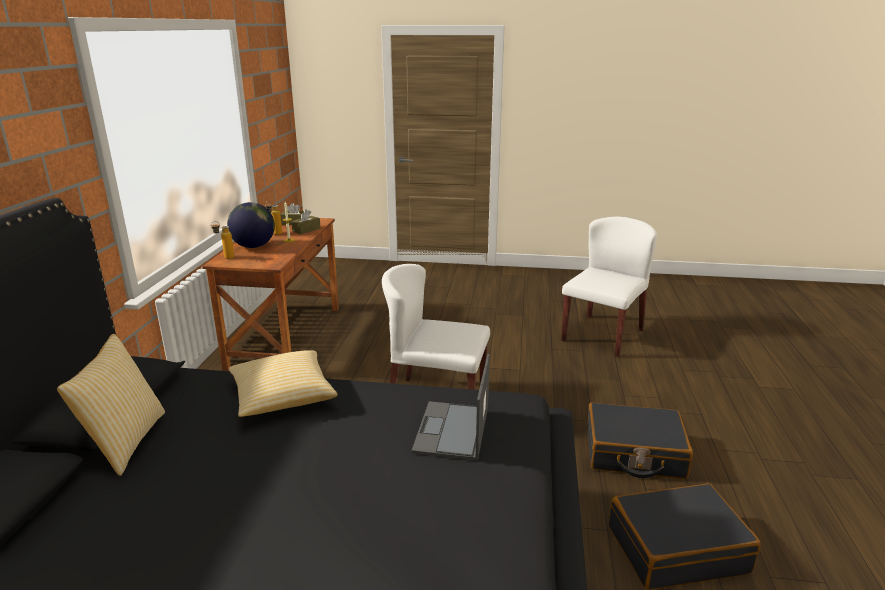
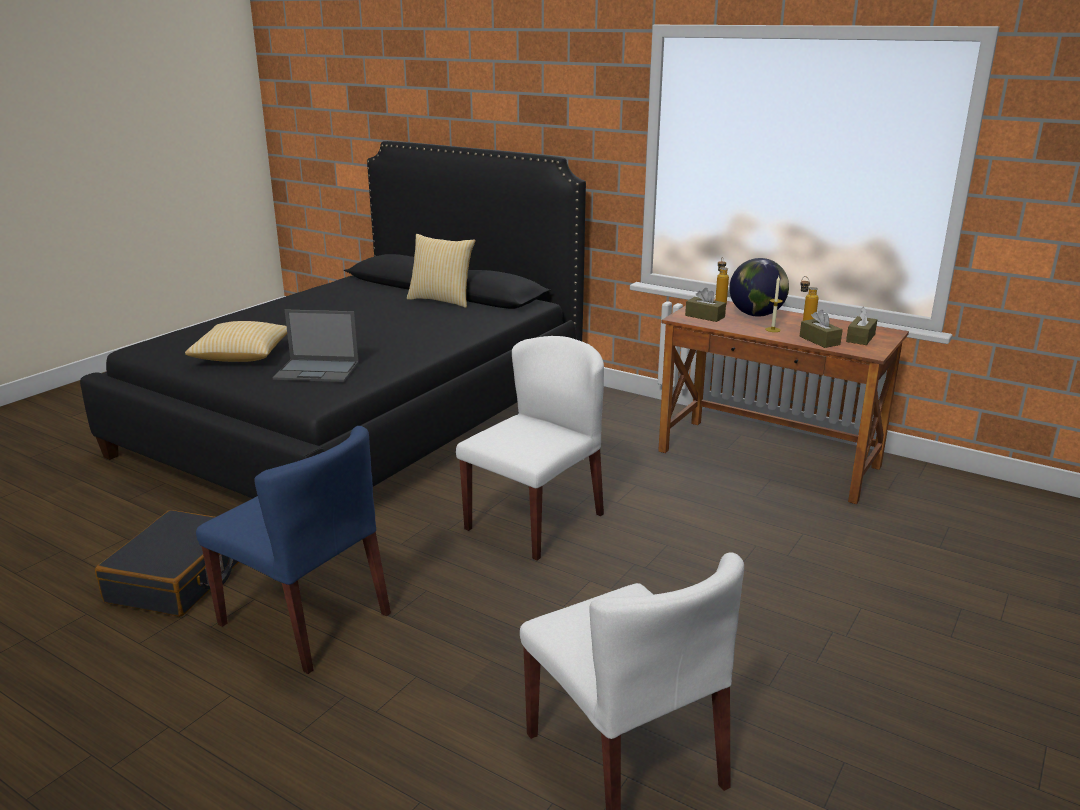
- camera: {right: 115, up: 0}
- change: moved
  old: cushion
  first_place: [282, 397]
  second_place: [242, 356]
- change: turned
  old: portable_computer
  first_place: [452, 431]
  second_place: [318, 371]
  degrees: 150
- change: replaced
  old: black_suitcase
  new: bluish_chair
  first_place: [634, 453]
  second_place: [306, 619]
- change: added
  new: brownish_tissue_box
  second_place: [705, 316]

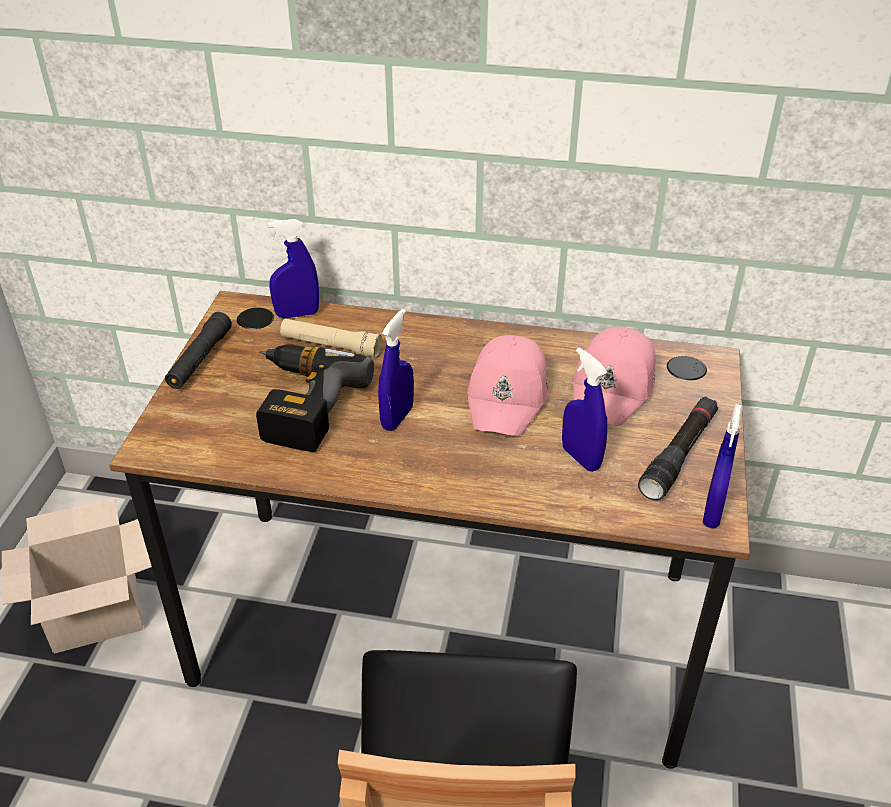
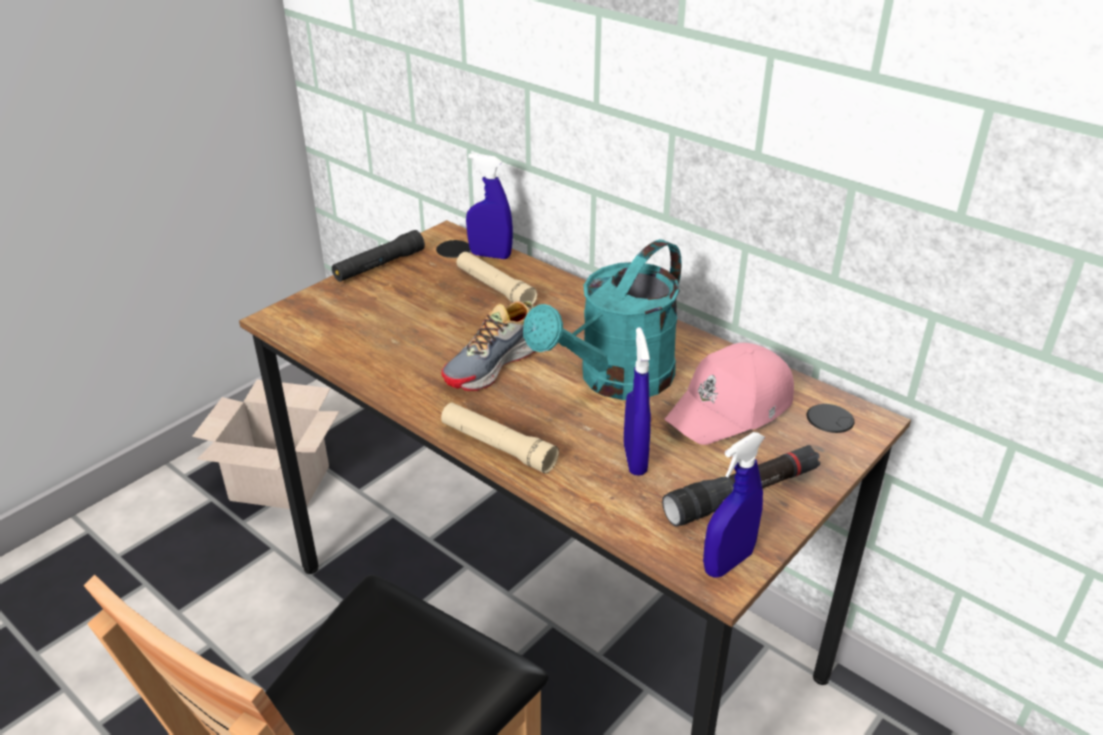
- camera: {right: 30, up: -5}
- change: replaced
  old: bluish_sprayer
  new: shoe
  first_place: [397, 418]
  second_place: [495, 364]
- change: replaced
  old: pink_cap
  new: turquoise_watering_pot
  first_place: [508, 396]
  second_place: [615, 381]
- change: removed
  old: drill
  first_place: [299, 404]
- change: added
  new: sand-coloured_torch
  second_place: [497, 446]

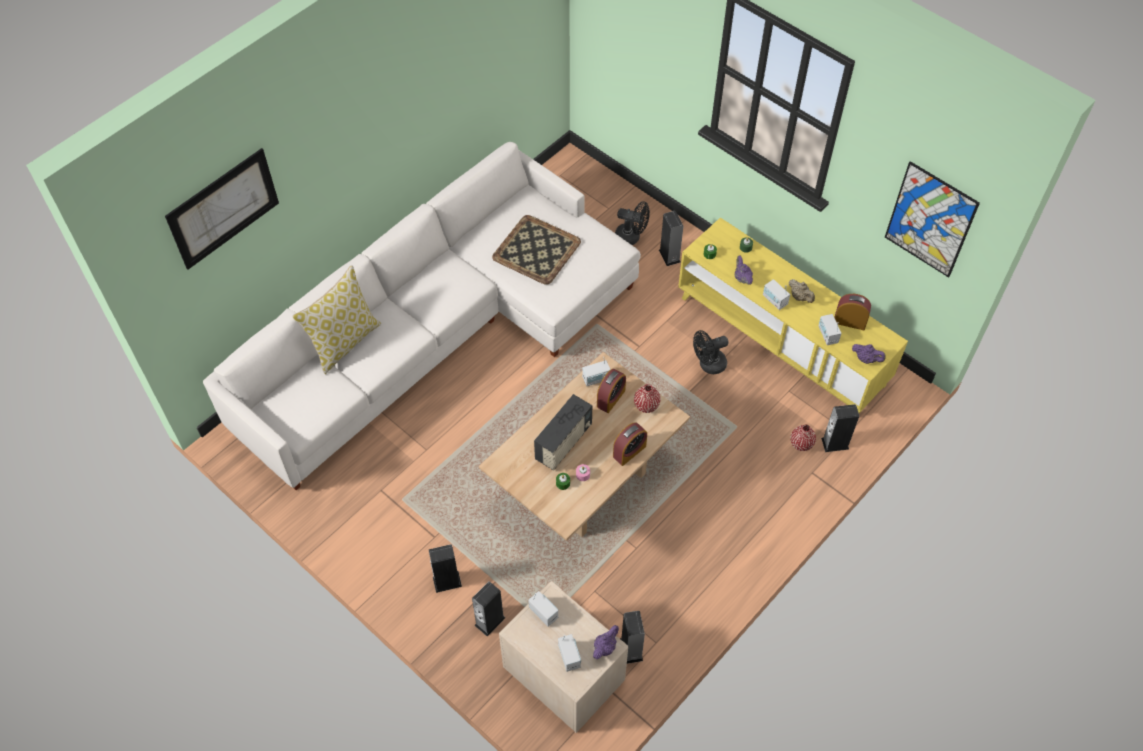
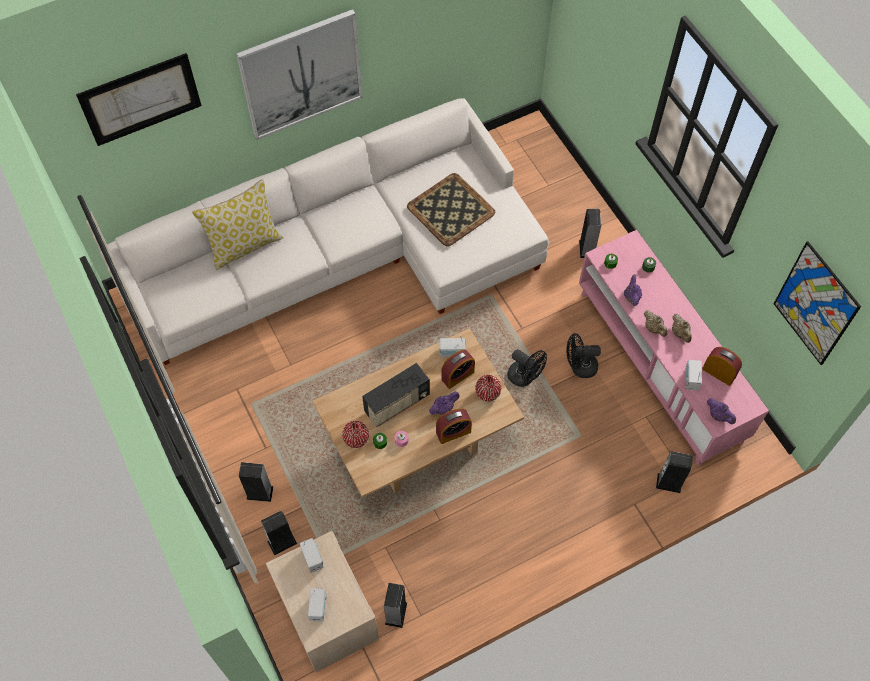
- camera: {right: 20, up: 5}
- change: moved
  old: black_fan
  first_place: [631, 237]
  second_place: [525, 377]
- change: recoloured
  old: yellow-coloured_tv_stand
  new: pink_tv_stand
  first_place: [781, 340]
  second_place: [659, 365]
- change: replaced
  old: radio
  new: sand-coloured_tea_pot
  first_place: [774, 300]
  second_place: [654, 328]
- change: moved
  old: red_decorative_vase
  first_place: [801, 444]
  second_place: [356, 439]
- change: moved
  old: purple-coloured_tea_pot
  first_place: [605, 647]
  second_place: [444, 408]
- change: added
  new: wall_picture
  second_place: [301, 74]

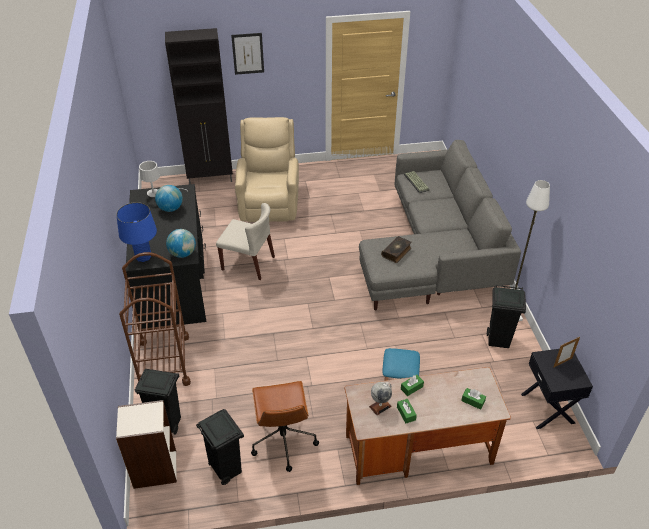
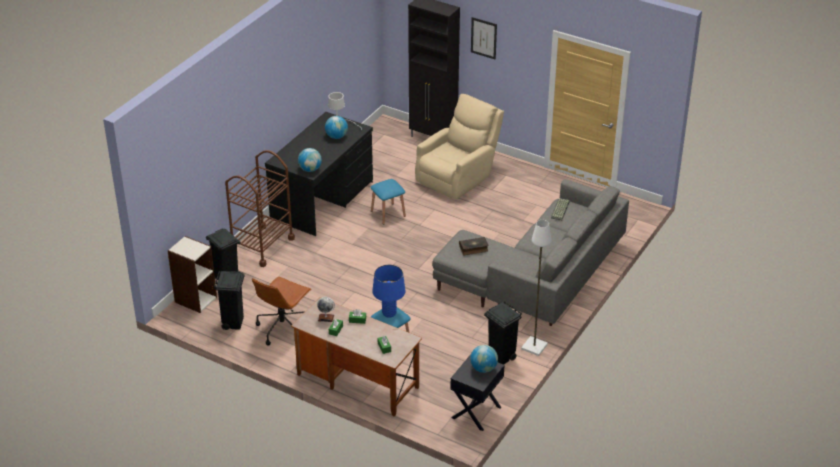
- camera: {right: 40, up: -5}
- change: moved
  old: bluish_table_lamp
  first_place: [143, 257]
  second_place: [389, 313]
- change: replaced
  old: sand-coloured_chair
  new: bluish_stool_seat
  first_place: [248, 263]
  second_place: [388, 213]
- change: replaced
  old: photo_frame
  new: globe
  first_place: [562, 362]
  second_place: [483, 368]

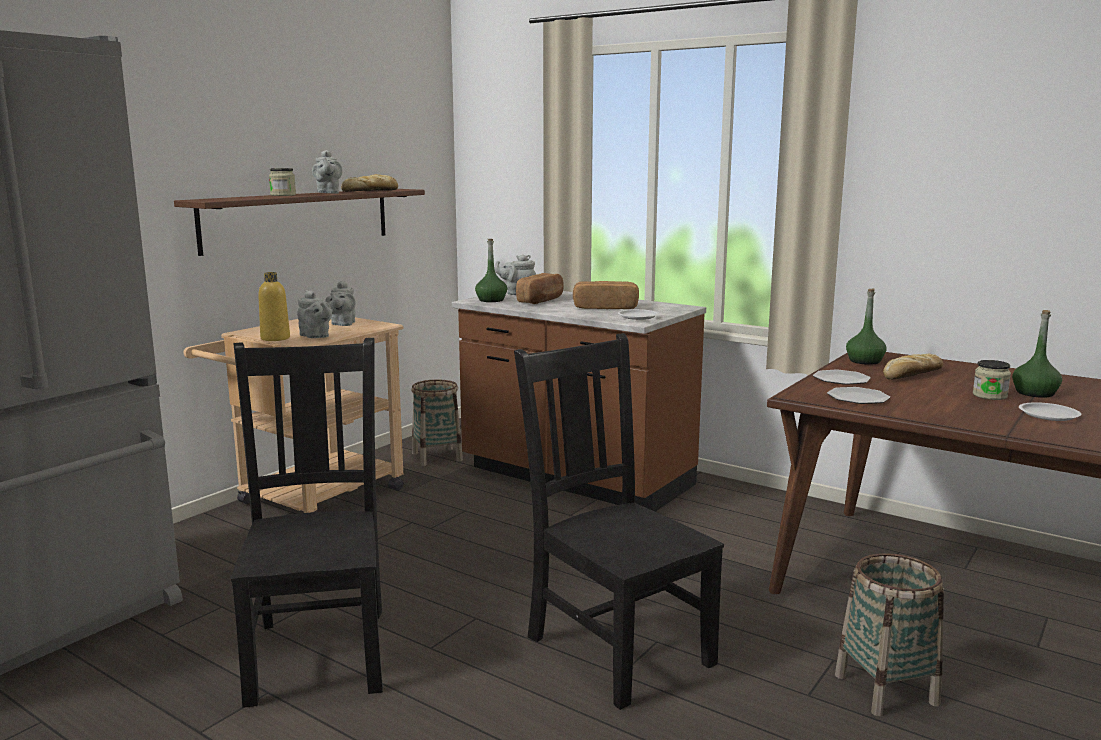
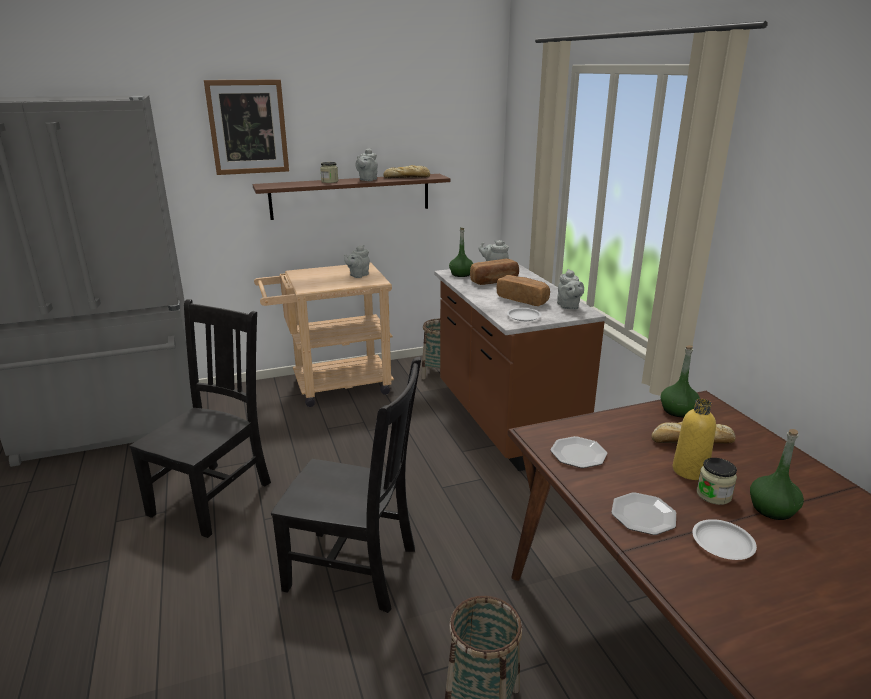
- camera: {right: 35, up: 10}
- change: moved
  old: yellow-coloured_beverage_bottle
  first_place: [275, 338]
  second_place: [689, 471]
- change: moved
  old: greyish_tea_pot
  first_place: [315, 336]
  second_place: [568, 306]
- change: turned
  old: black_chair
  first_place: [615, 647]
  second_place: [356, 569]
  degrees: 105
- change: moved
  old: flat_dish
  first_place: [841, 380]
  second_place: [643, 516]
- change: added
  new: wall_picture
  second_place: [248, 127]

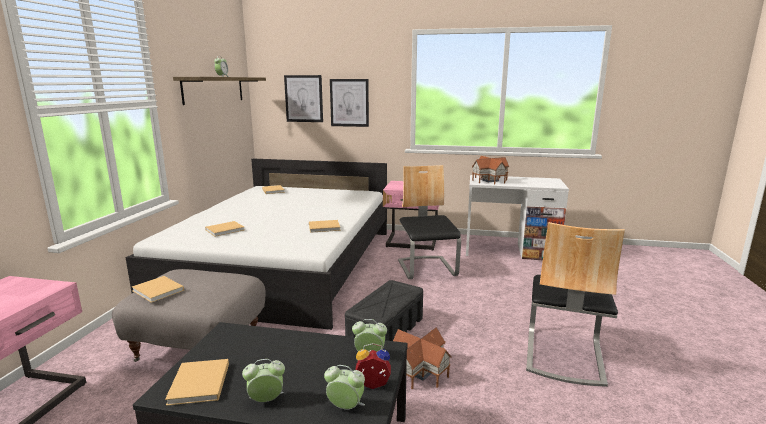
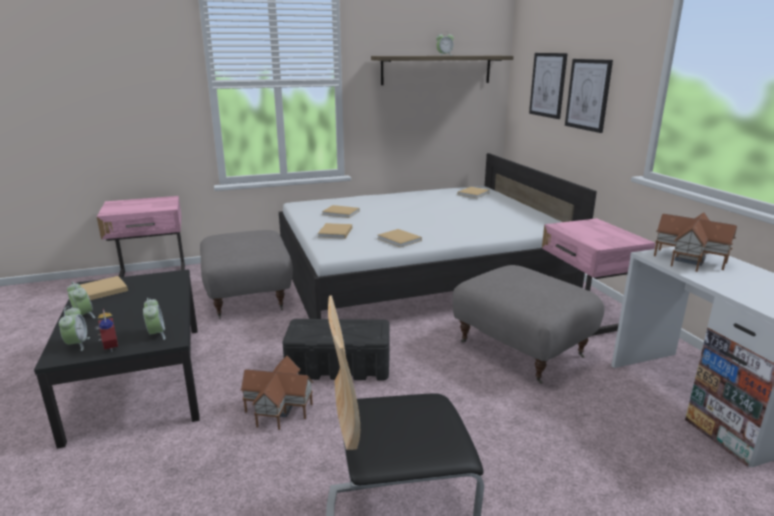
- camera: {right: 60, up: 5}
- change: replaced
  old: chair
  new: greyish_footrest
  first_place: [427, 268]
  second_place: [522, 348]
- change: moved
  old: sand-coloured_volume
  first_place: [158, 291]
  second_place: [335, 233]

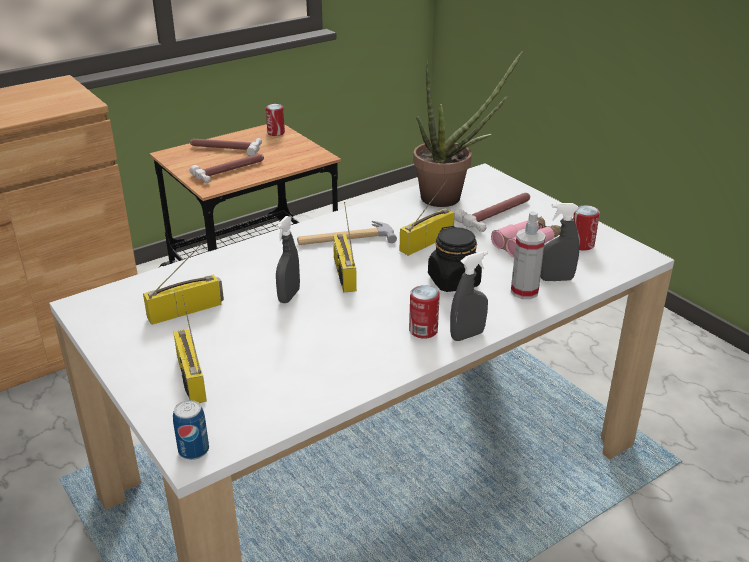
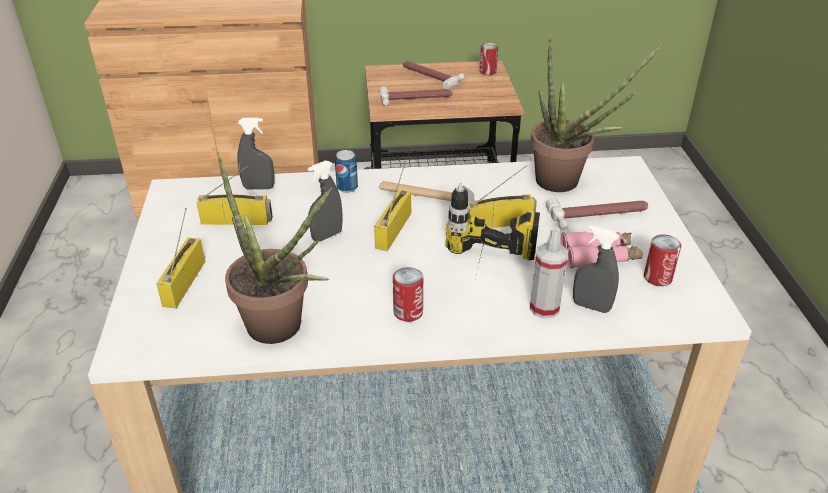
- camera: {right: 30, up: 5}
- change: replaced
  old: black_storage_jar
  new: drill
  first_place: [454, 281]
  second_place: [485, 272]
- change: moved
  old: greyish_sprayer
  first_place: [467, 335]
  second_place: [259, 188]
- change: moved
  old: can
  first_place: [193, 450]
  second_place: [347, 187]
- change: added
  new: plant_in_a_pot
  second_place: [283, 331]

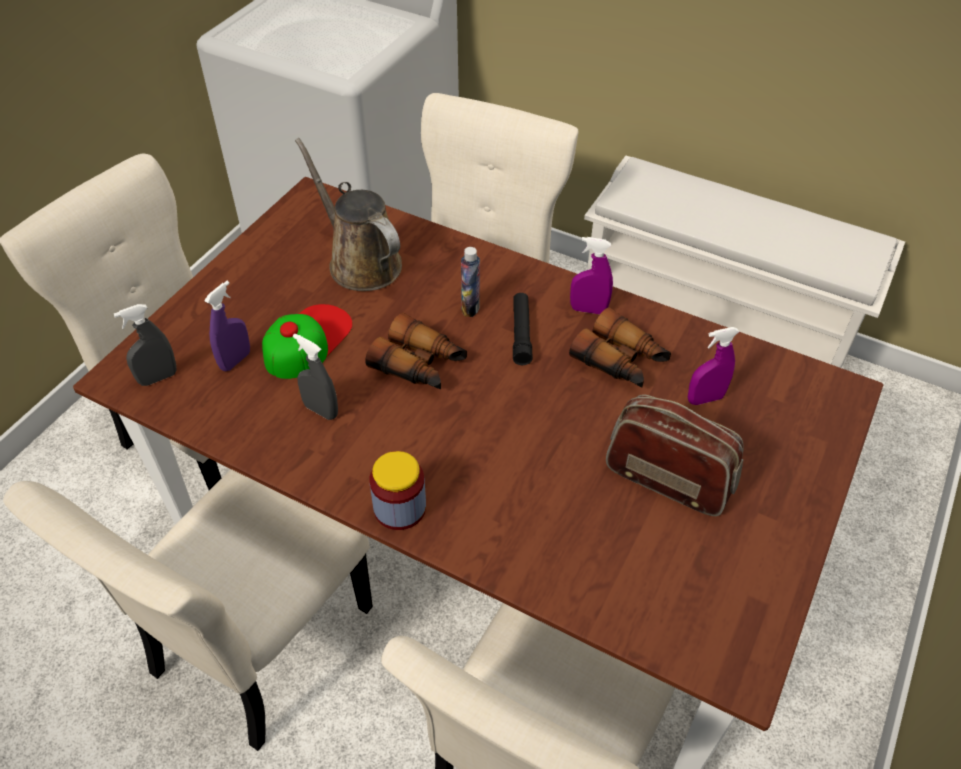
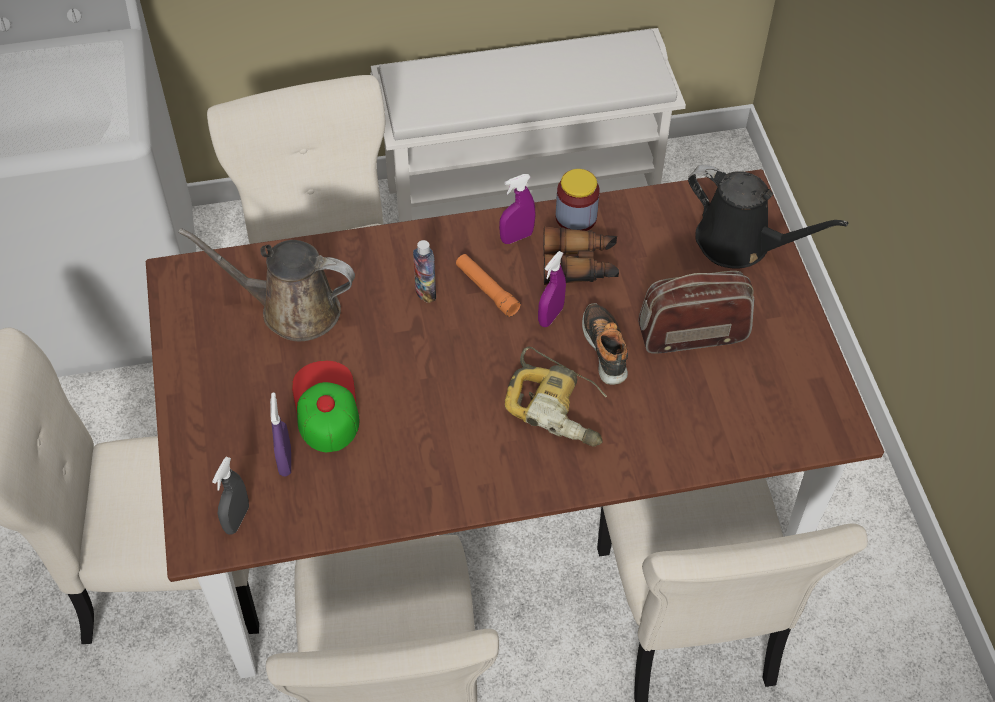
- camera: {right: -40, up: 5}
- change: recoloured
  old: black_torch
  new: orange_torch
  first_place: [521, 333]
  second_place: [486, 289]
- change: removed
  old: pair_of_binoculars
  first_place: [420, 365]
- change: moved
  old: purple-coloured_sprayer
  first_place: [705, 399]
  second_place: [550, 316]
- change: removed
  old: greyish_sprayer
  first_place: [321, 410]
- change: moved
  old: storage_jar
  first_place: [400, 508]
  second_place: [576, 217]
- change: added
  new: black_watering_pot
  second_place: [740, 244]
- change: added
  new: shoe
  second_place: [606, 348]
- change: added
  new: drill
  second_place: [559, 406]

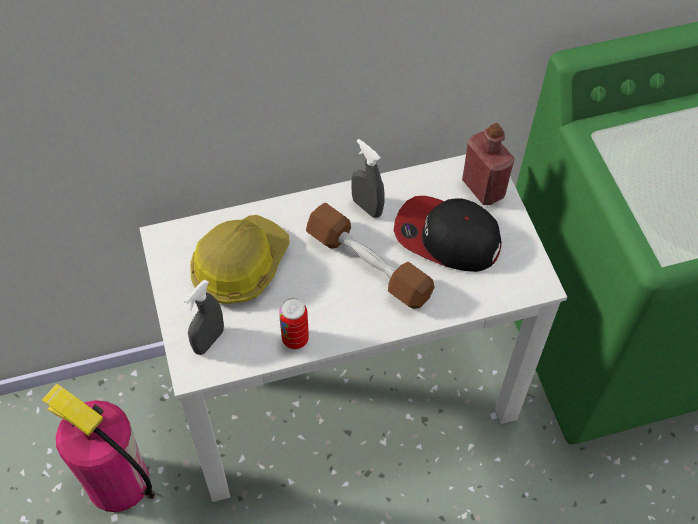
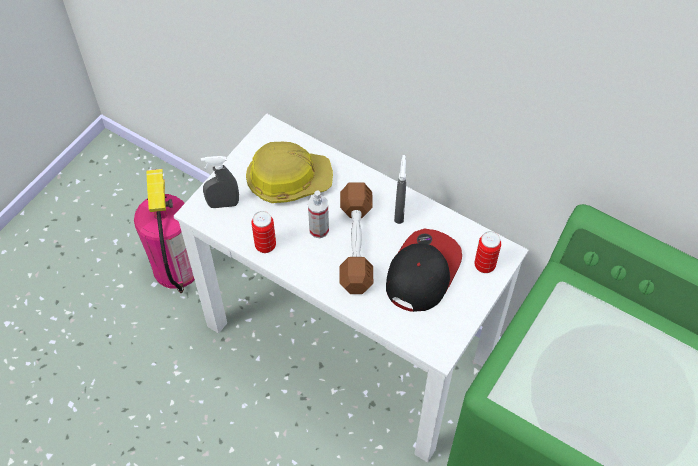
- camera: {right: 50, up: 0}
- change: replaced
  old: red_beverage_bottle
  new: can
  first_place: [483, 188]
  second_place: [484, 265]
- change: turned
  old: cap
  first_place: [446, 237]
  second_place: [422, 272]
  degrees: 45
- change: added
  new: sprayer
  second_place: [319, 230]

